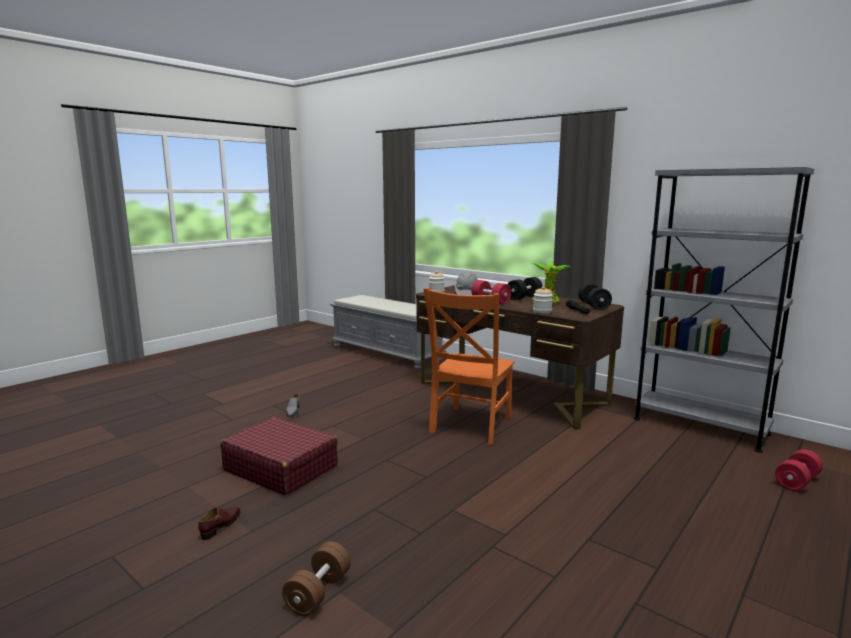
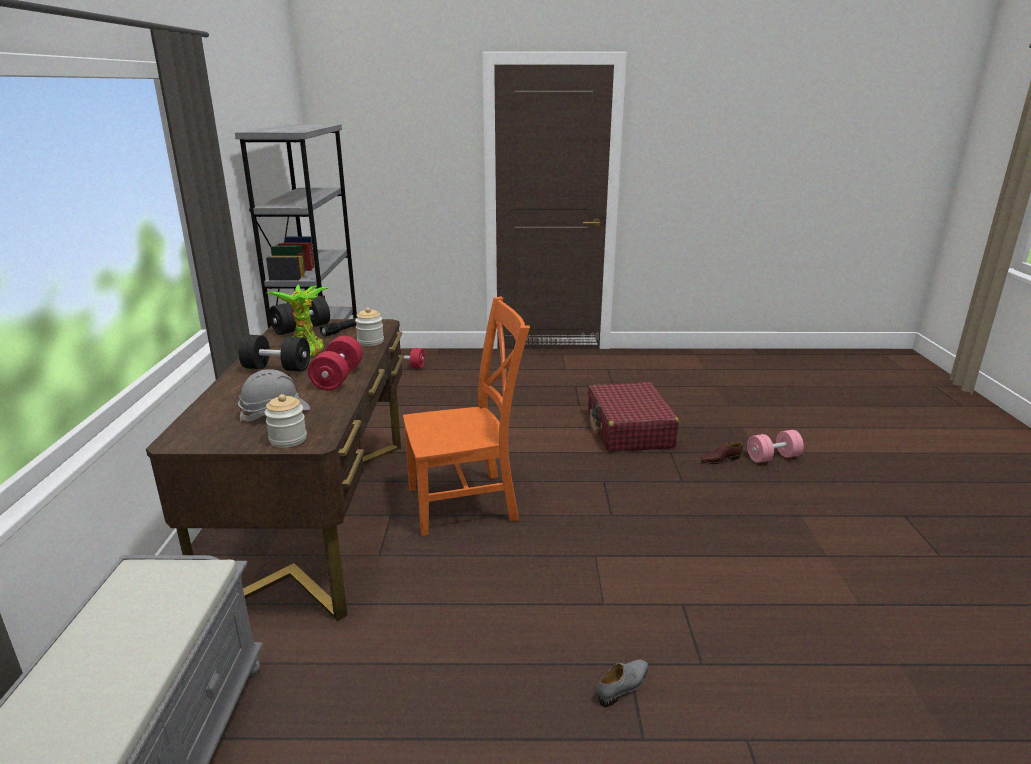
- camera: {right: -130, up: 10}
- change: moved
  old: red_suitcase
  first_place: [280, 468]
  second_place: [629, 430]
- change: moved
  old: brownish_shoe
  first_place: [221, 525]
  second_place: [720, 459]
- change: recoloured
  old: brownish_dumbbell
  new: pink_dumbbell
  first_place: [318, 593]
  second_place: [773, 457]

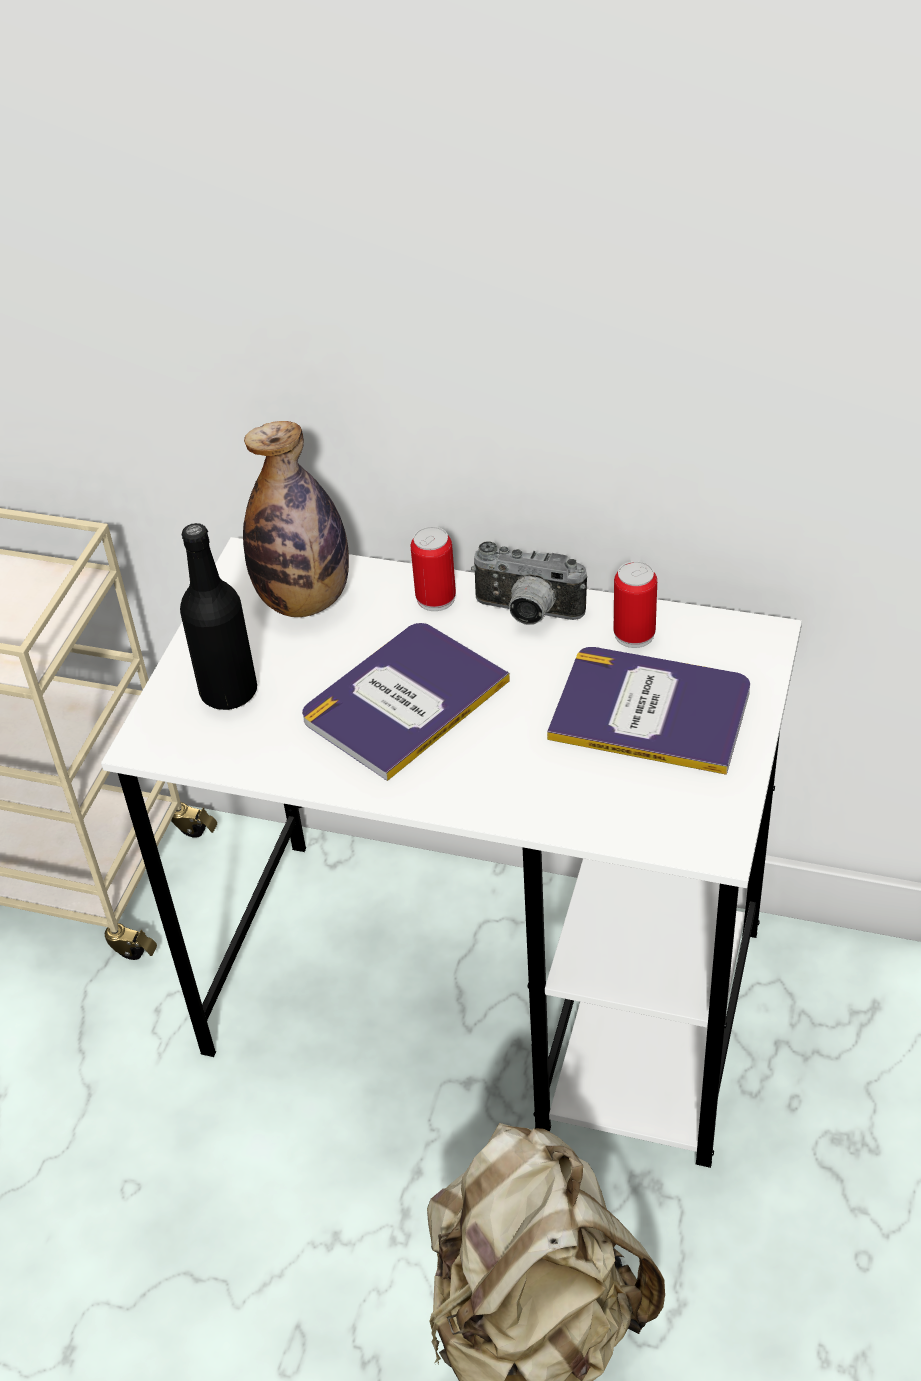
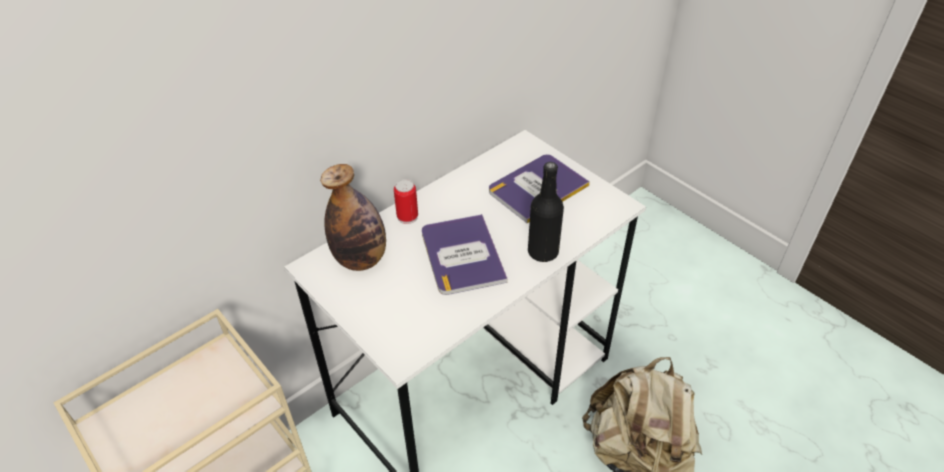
- camera: {right: -60, up: 0}
- change: moved
  old: black_beverage_bottle
  first_place: [229, 692]
  second_place: [543, 252]
- change: removed
  old: still_camera
  first_place: [527, 614]
- change: removed
  old: can
  first_place: [634, 634]

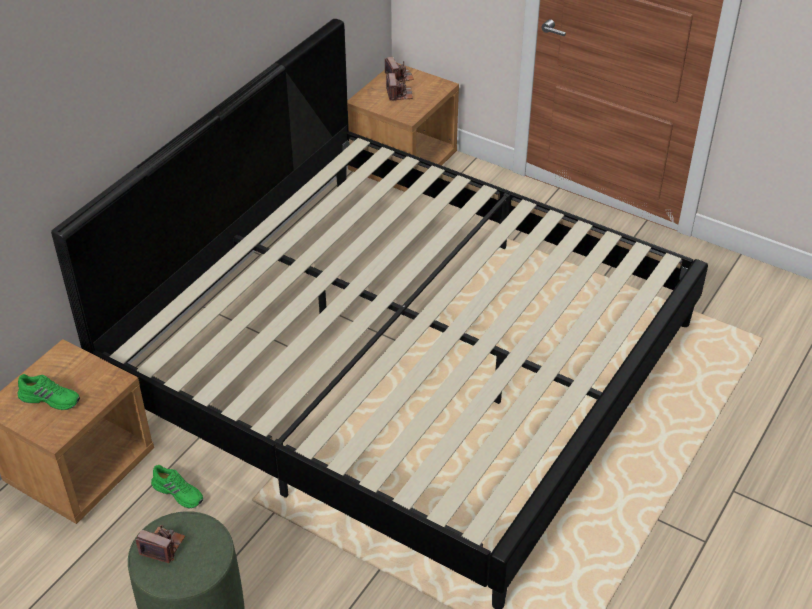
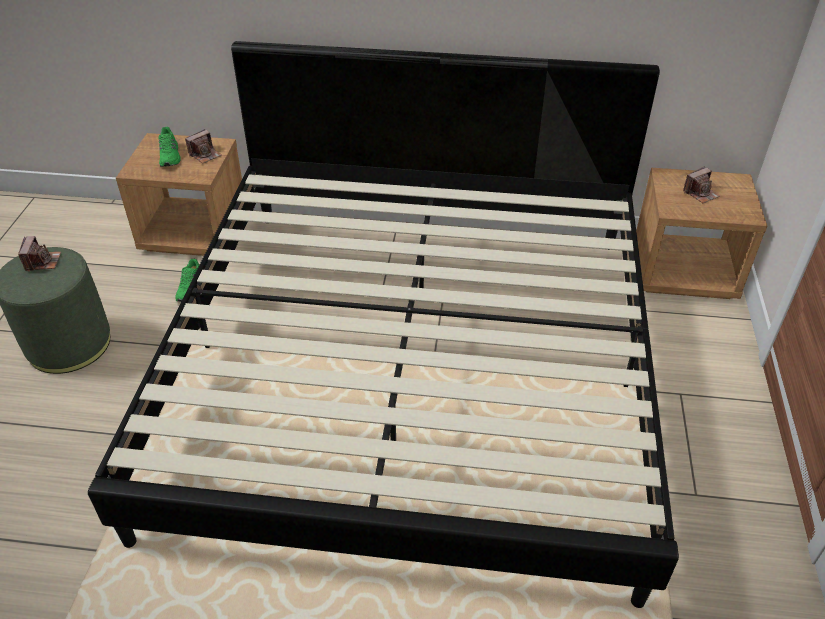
- camera: {right: 65, up: 0}
- change: moved
  old: still_camera
  first_place: [399, 77]
  second_place: [205, 155]

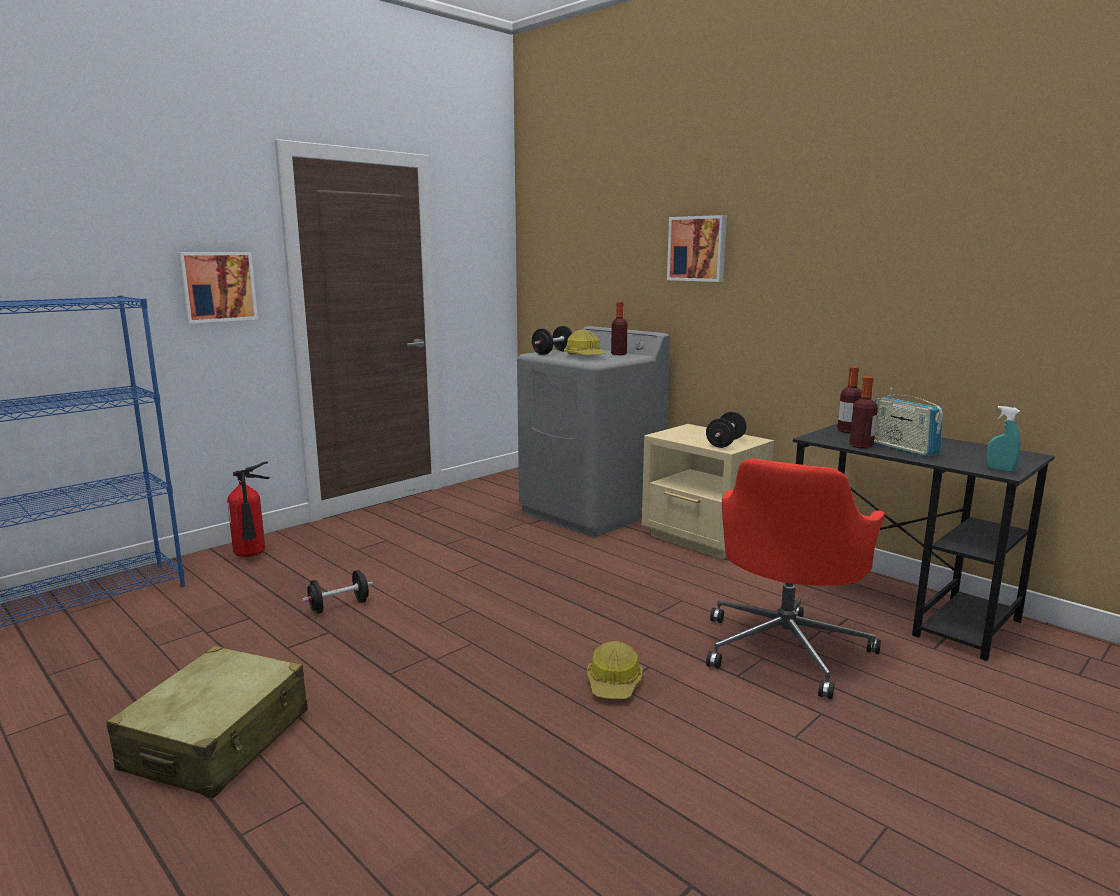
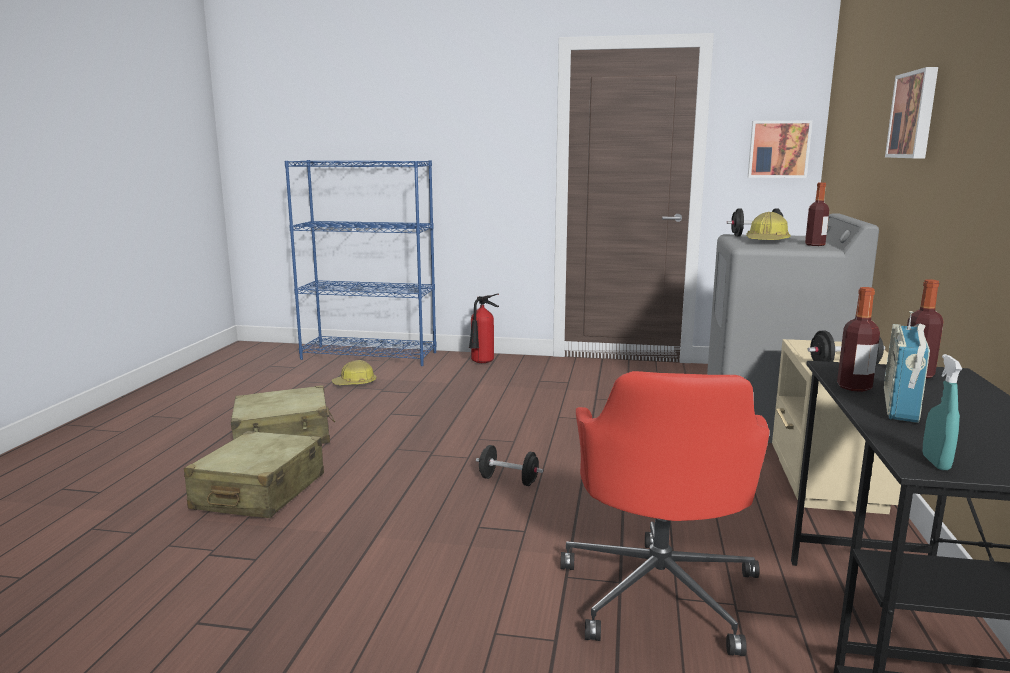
- camera: {right: 55, up: 0}
- change: moved
  old: wall_picture
  first_place: [217, 286]
  second_place: [778, 149]
- change: turned
  old: red_desk_chair
  first_place: [786, 648]
  second_place: [660, 591]
  degrees: -75
- change: moved
  old: black_dumbbell
  first_place: [339, 606]
  second_place: [508, 480]
- change: moved
  old: safety_helmet
  first_place: [614, 683]
  second_place: [355, 383]
- change: added
  new: sand-coloured_suitcase
  second_place: [259, 492]

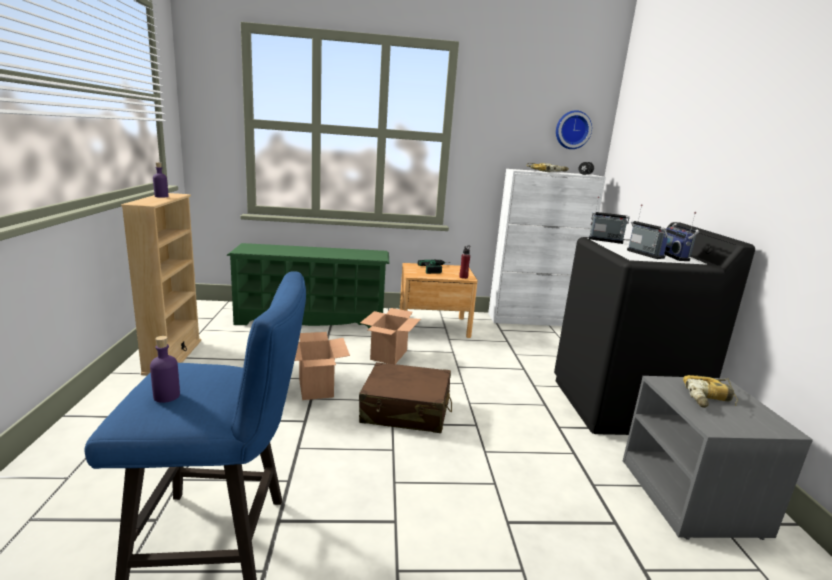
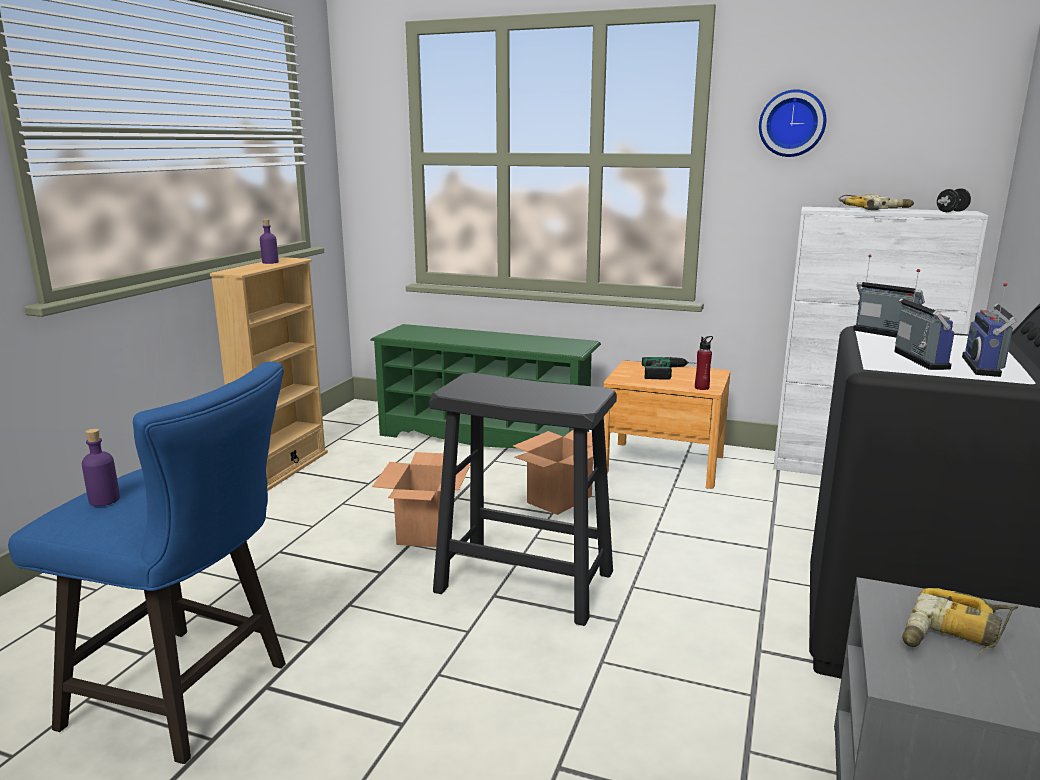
- camera: {right: 25, up: 0}
- change: moved
  old: wall_clock
  first_place: [572, 130]
  second_place: [792, 123]
- change: replaced
  old: brownish_suitcase
  new: black_stool_seat
  first_place: [406, 411]
  second_place: [526, 582]

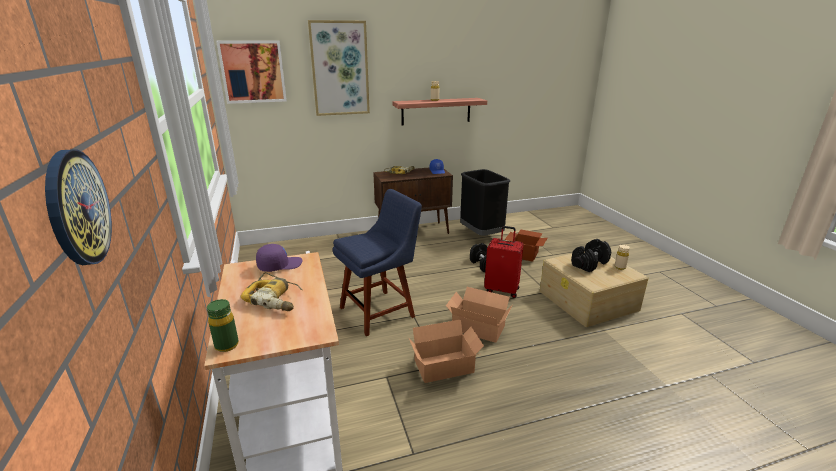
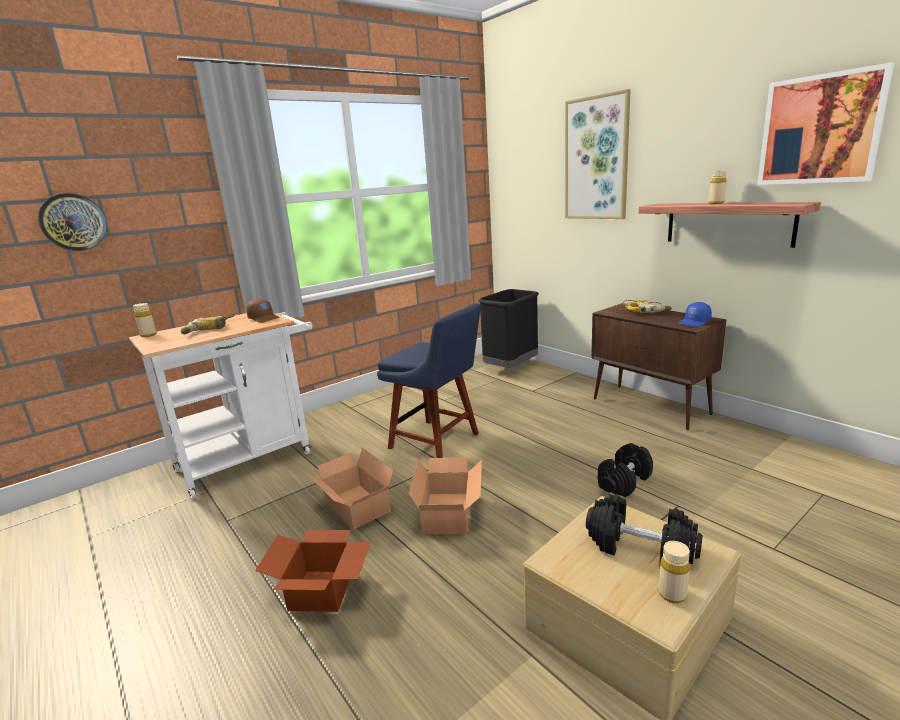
- camera: {right: 70, up: -5}
- change: moved
  old: wall_picture
  first_place: [253, 72]
  second_place: [820, 130]
- change: moved
  old: black_rubbish_bin
  first_place: [480, 234]
  second_place: [511, 368]
- change: removed
  old: red_suitcase
  first_place: [502, 290]
- change: moved
  old: packing_box
  first_place: [525, 254]
  second_place: [322, 592]
- change: recoloured
  old: purple-coloured_cap
  new: brownish_cap
  first_place: [280, 265]
  second_place: [264, 318]
- change: recoloured
  old: green-coloured_beverage_bottle
  new: sand-coloured_beverage_bottle
  first_place: [227, 345]
  second_place: [148, 335]

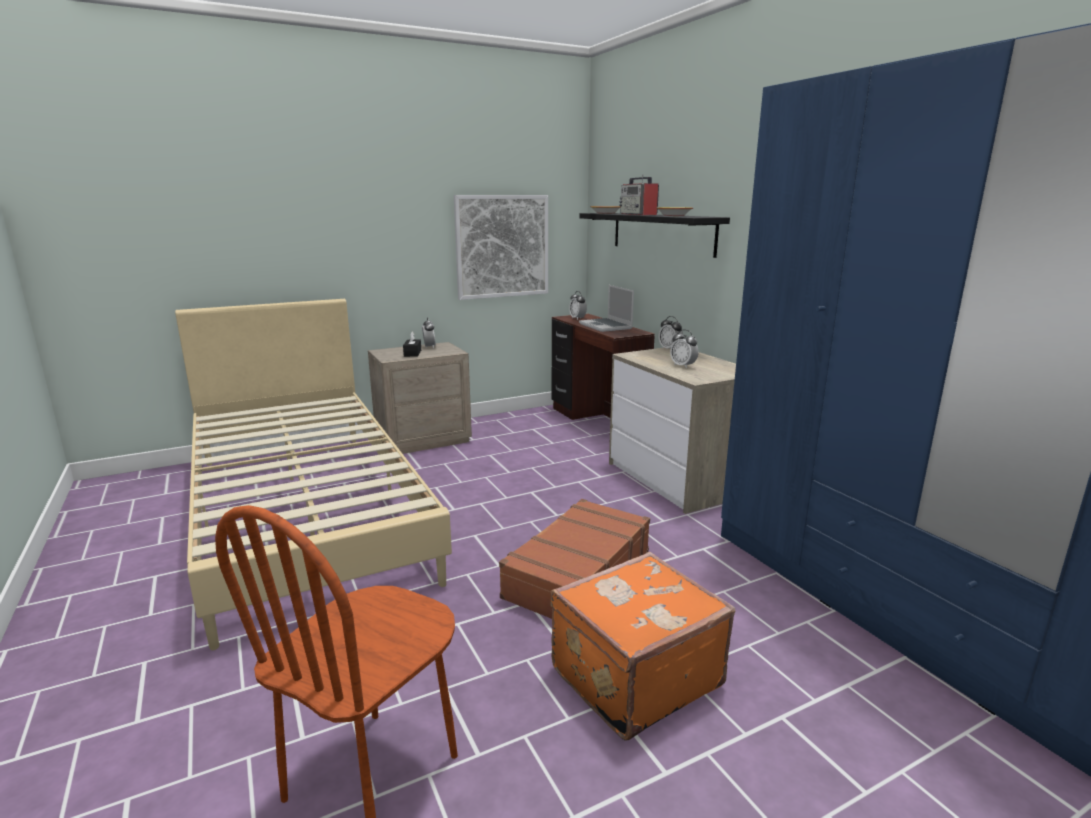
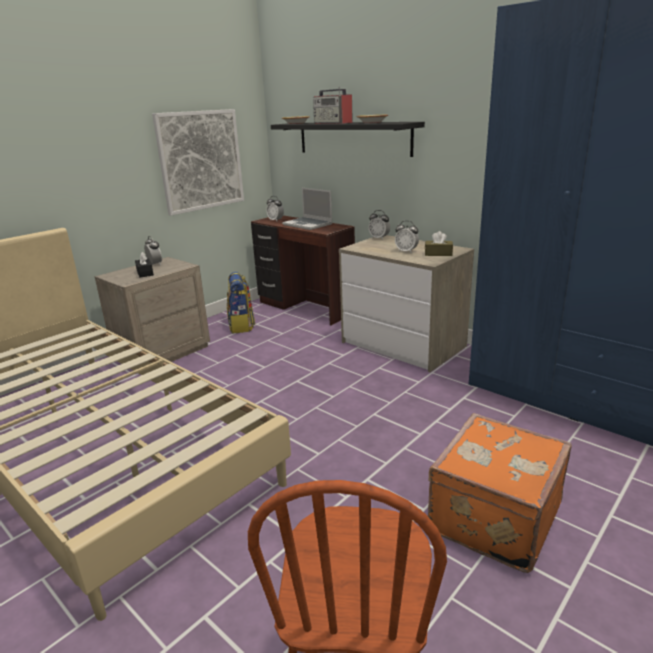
- camera: {right: -20, up: 5}
- change: removed
  old: brownish_suitcase
  first_place: [577, 574]
- change: added
  new: brownish_tissue_box
  second_place: [438, 254]
- change: added
  new: backpack
  second_place: [241, 326]

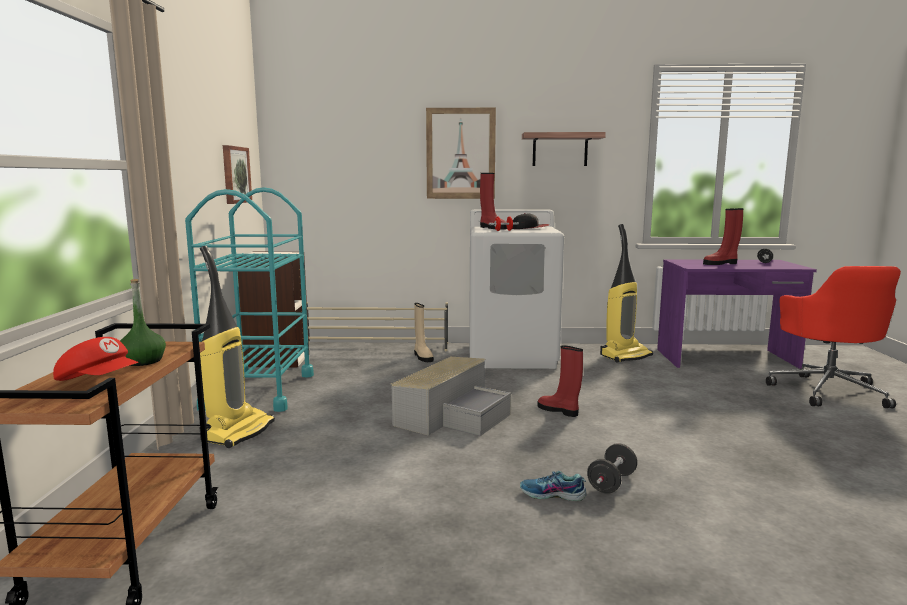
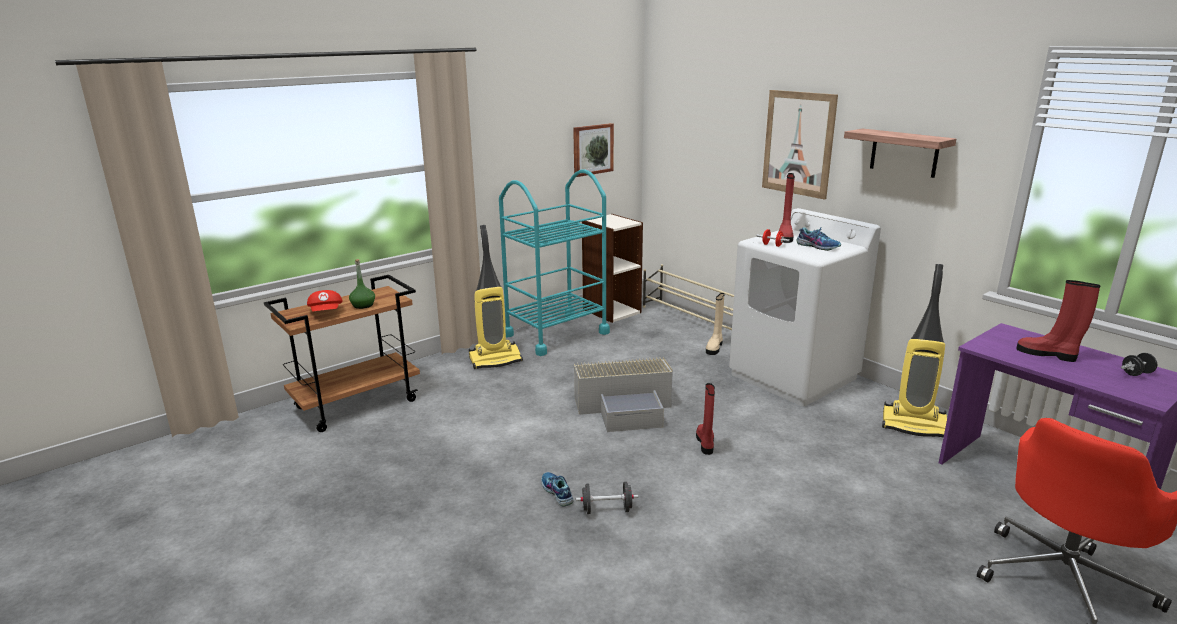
- camera: {right: 50, up: 10}
- change: replaced
  old: cap
  new: shoe
  first_place: [529, 228]
  second_place: [818, 246]

